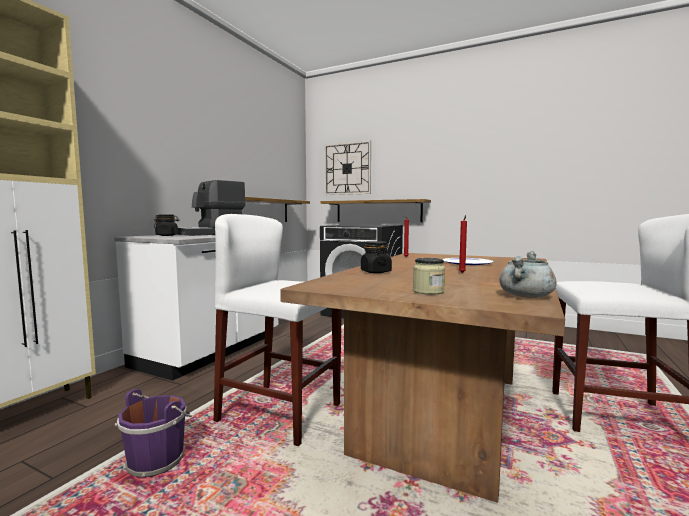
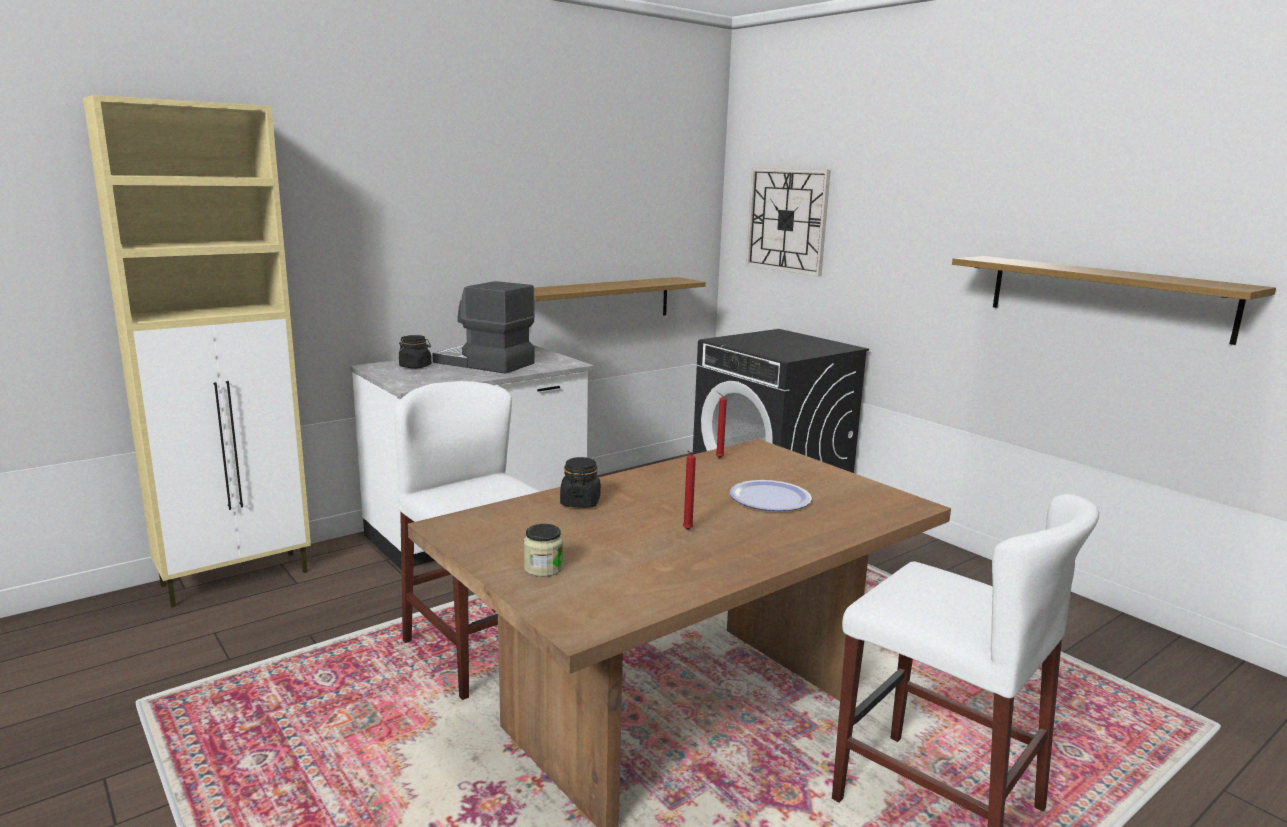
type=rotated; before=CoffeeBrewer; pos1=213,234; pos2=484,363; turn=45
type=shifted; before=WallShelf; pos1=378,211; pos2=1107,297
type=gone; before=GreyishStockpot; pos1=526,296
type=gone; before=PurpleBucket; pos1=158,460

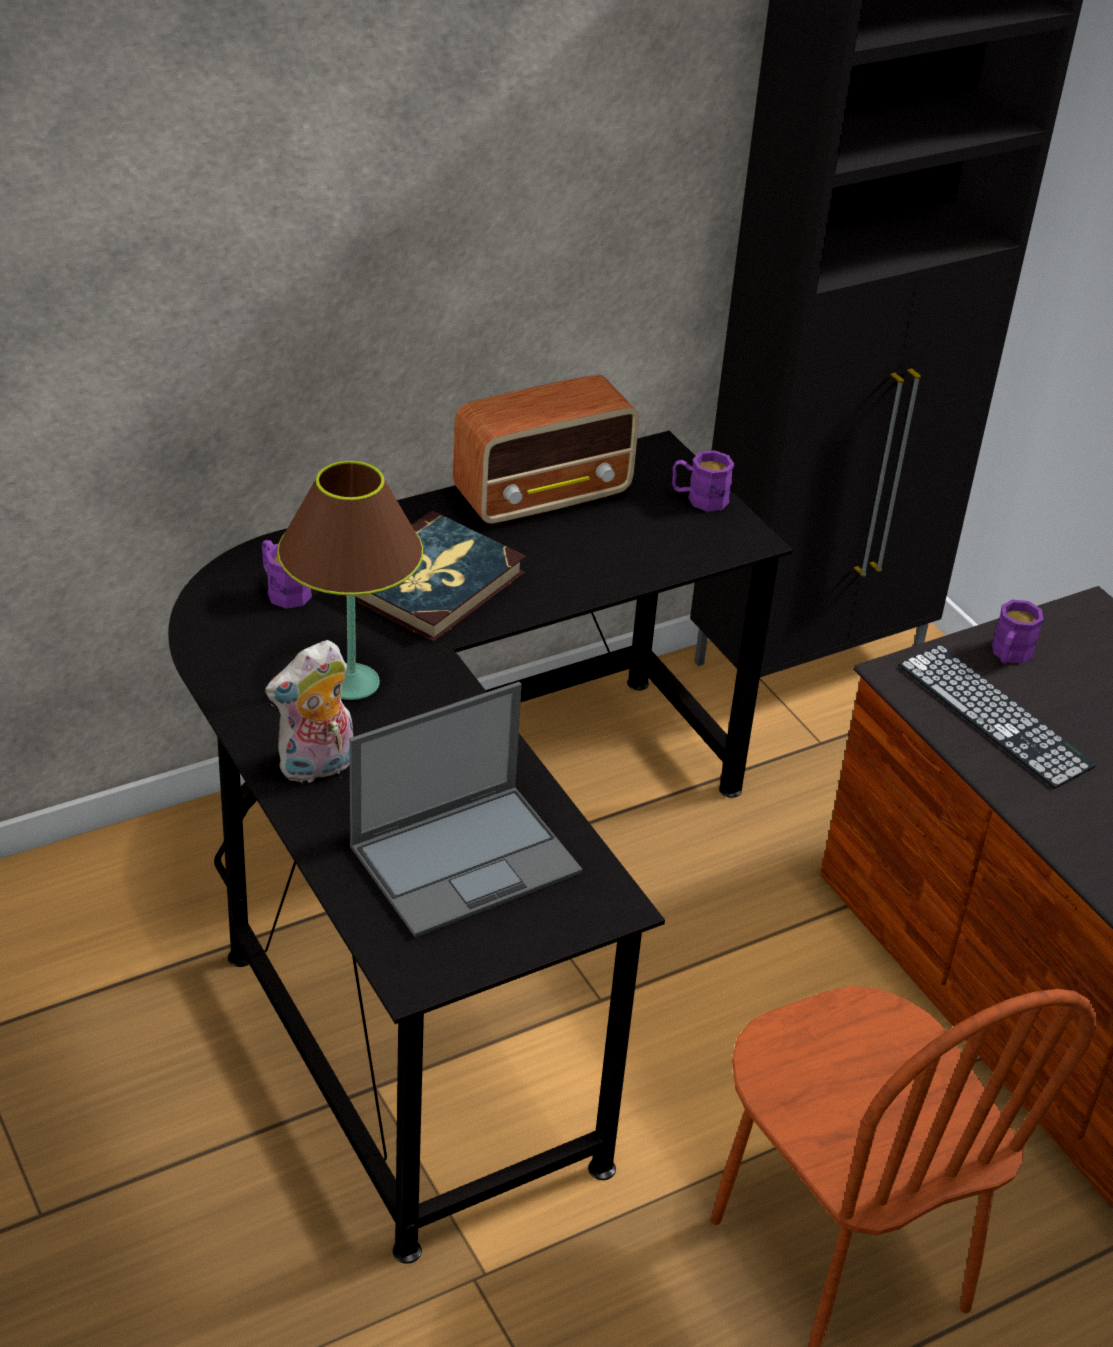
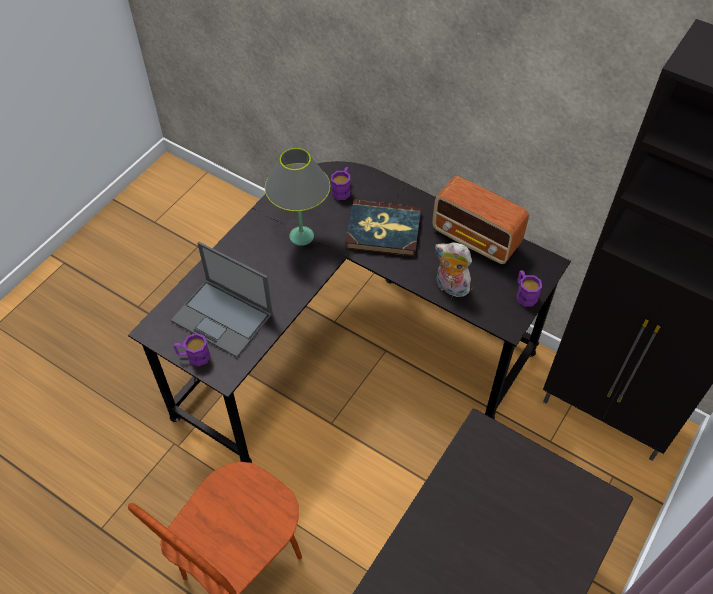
type=repainted; before=BrownishTableLamp; after=GreyishTableLamp; pos1=352,683; pos2=301,236
type=shifted; before=PurpleTeaMug; pos1=1009,655; pos2=193,356
type=shifted; before=SoftToy; pos1=316,767; pos2=450,287
type=gone; before=PcKeyboard; pos1=994,715

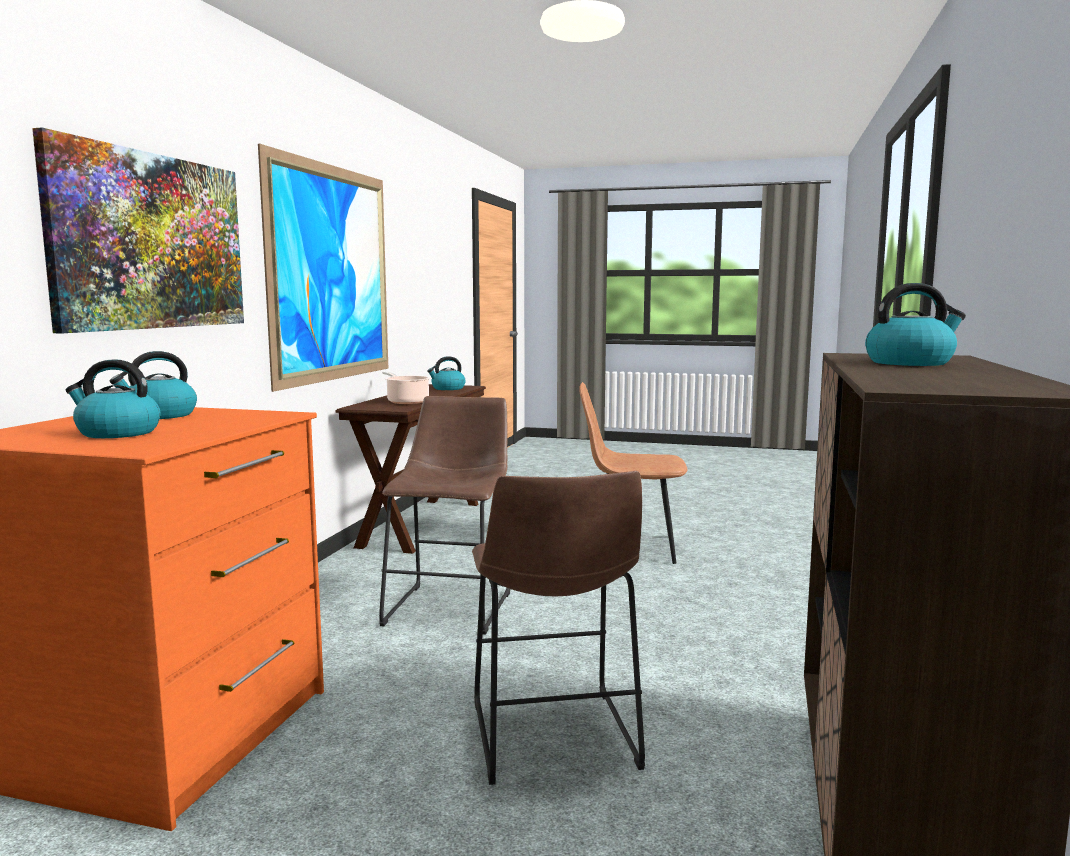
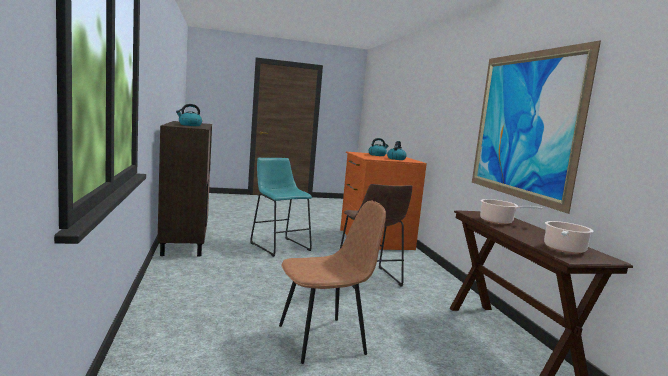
type=gone; before=Picture; pos1=151,242
type=swapped; before=Kettle; after=Stockpot; pos1=447,388; pos2=564,249
type=repainted; before=BrownishSittingStool; after=TurquoiseSittingStool; pos1=553,740; pos2=278,246

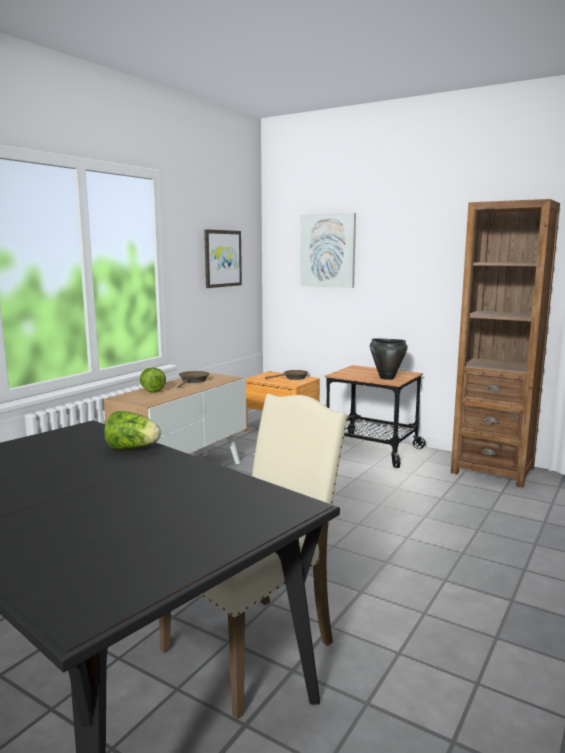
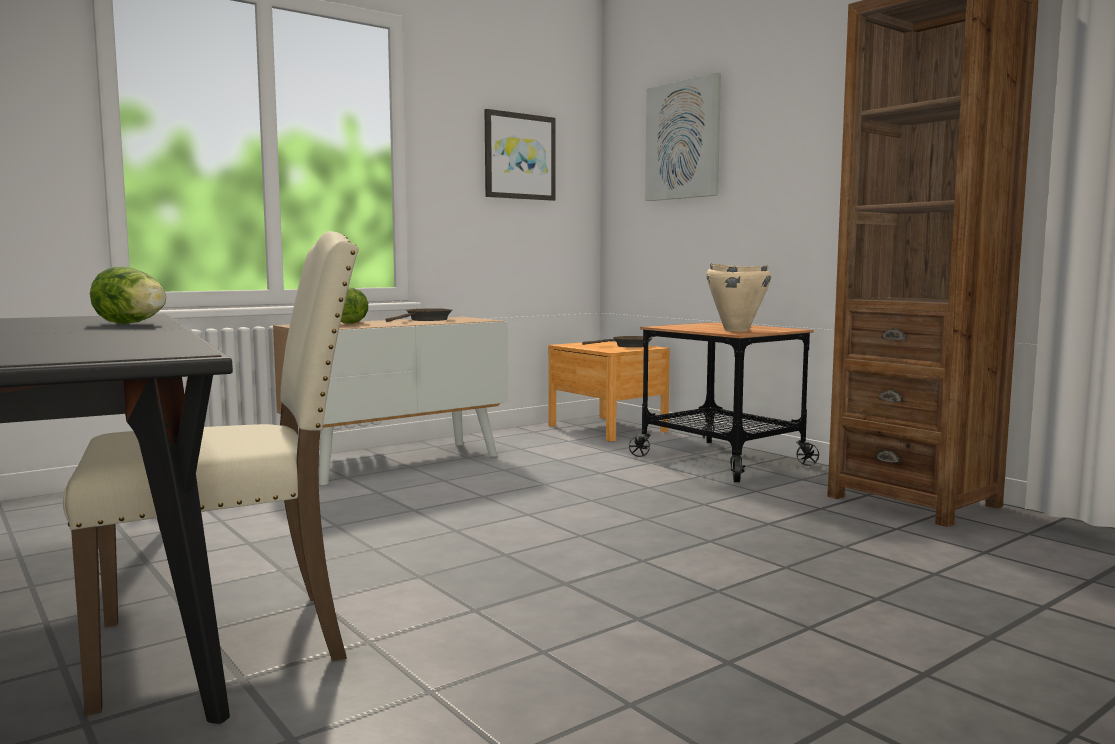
type=repainted; before=BlackStockpot; after=BeigeColouredStockpot; pos1=386,378; pos2=736,330

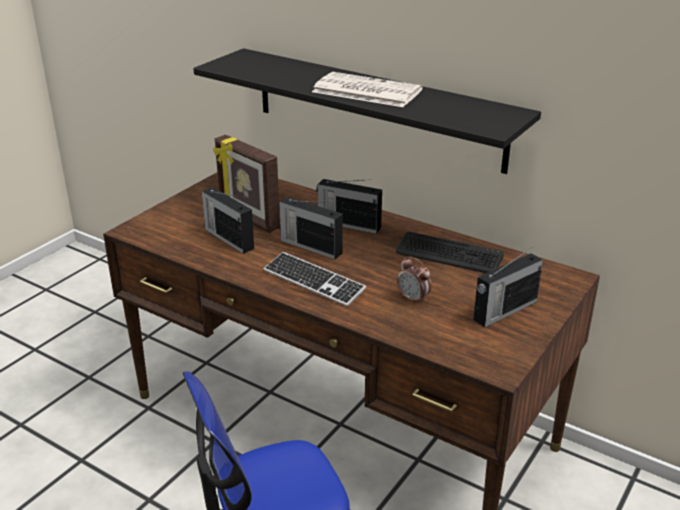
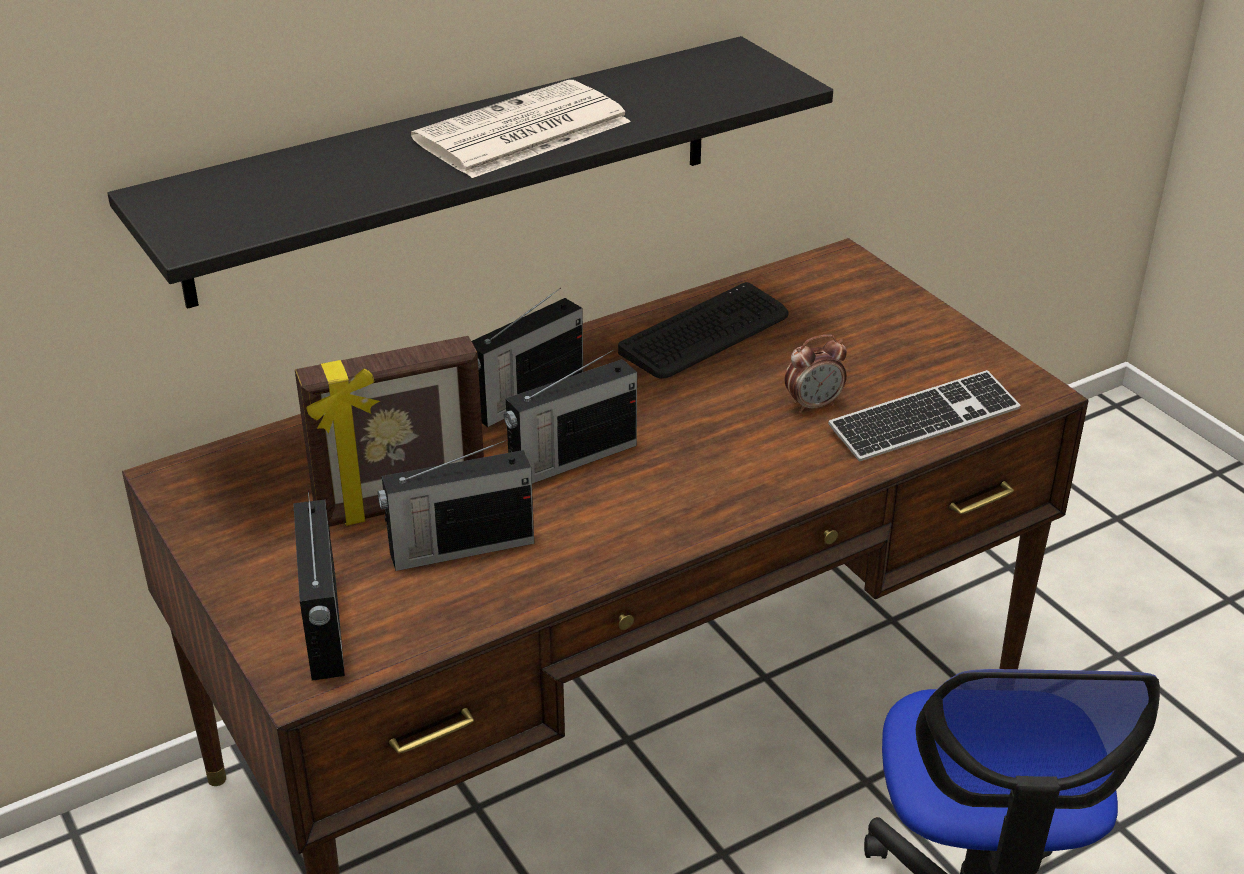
type=shifted; before=RadioSet; pos1=504,311; pos2=323,628
type=shifted; before=PcKeyboard; pos1=313,281; pos2=924,420

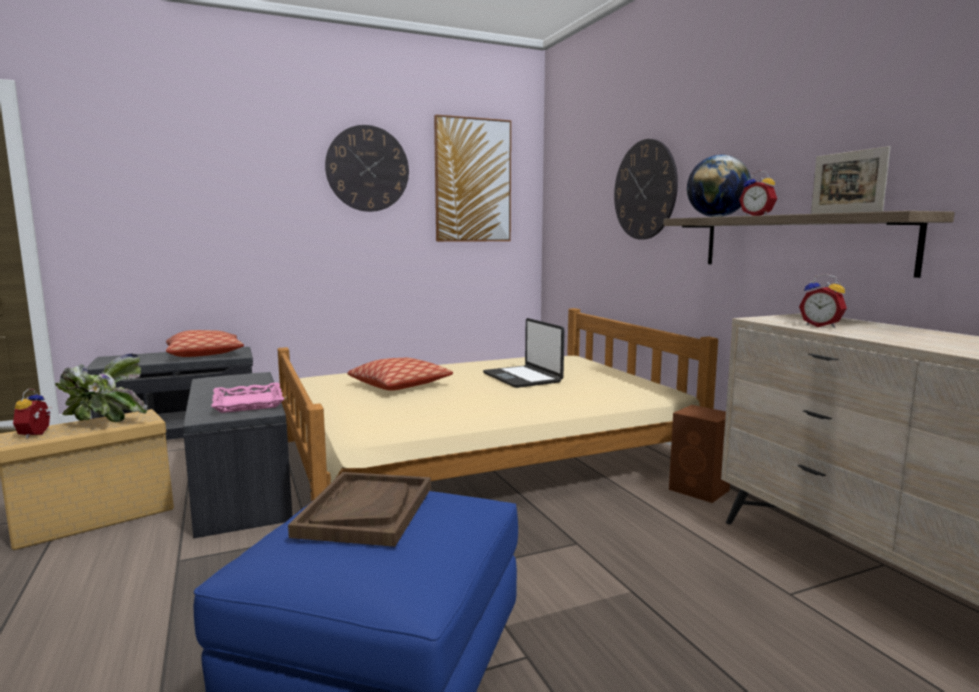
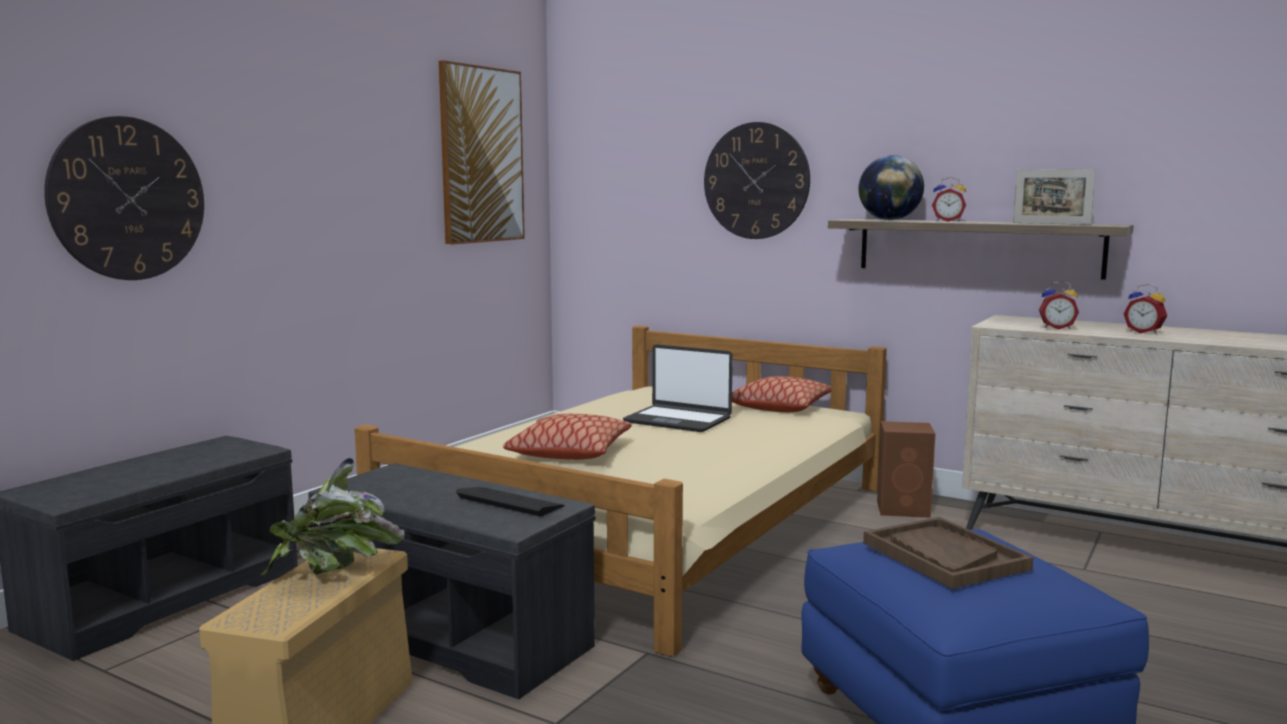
type=shifted; before=ClockOnTheWall; pos1=367,169; pos2=128,199
type=shifted; before=Pillow; pos1=205,354; pos2=779,407
type=swapped; before=PinkishCarryingTray; after=PcKeyboard; pos1=247,403; pos2=510,502
type=shifted; before=AlarmClock; pos1=37,434; pos2=1144,332

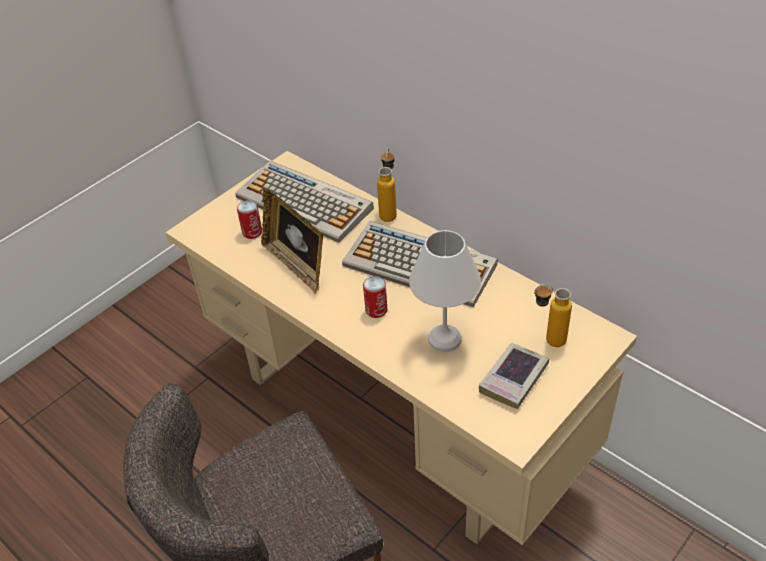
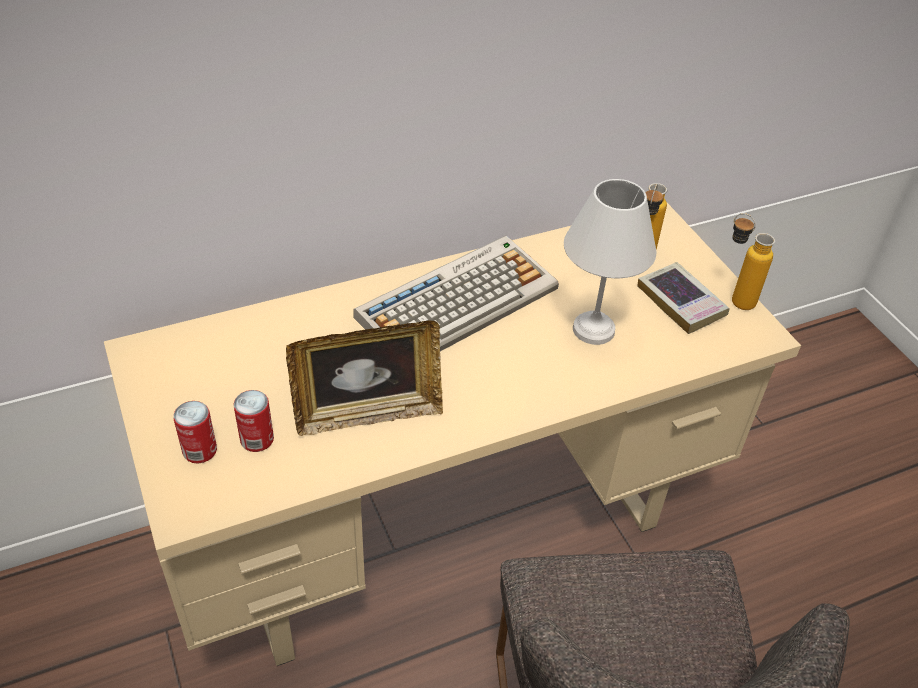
type=shifted; before=BeverageBottle; pos1=389,212; pos2=733,298
type=gone; before=PcKeyboard; pos1=305,203
type=shifted; before=Can; pos1=376,310; pos2=199,450

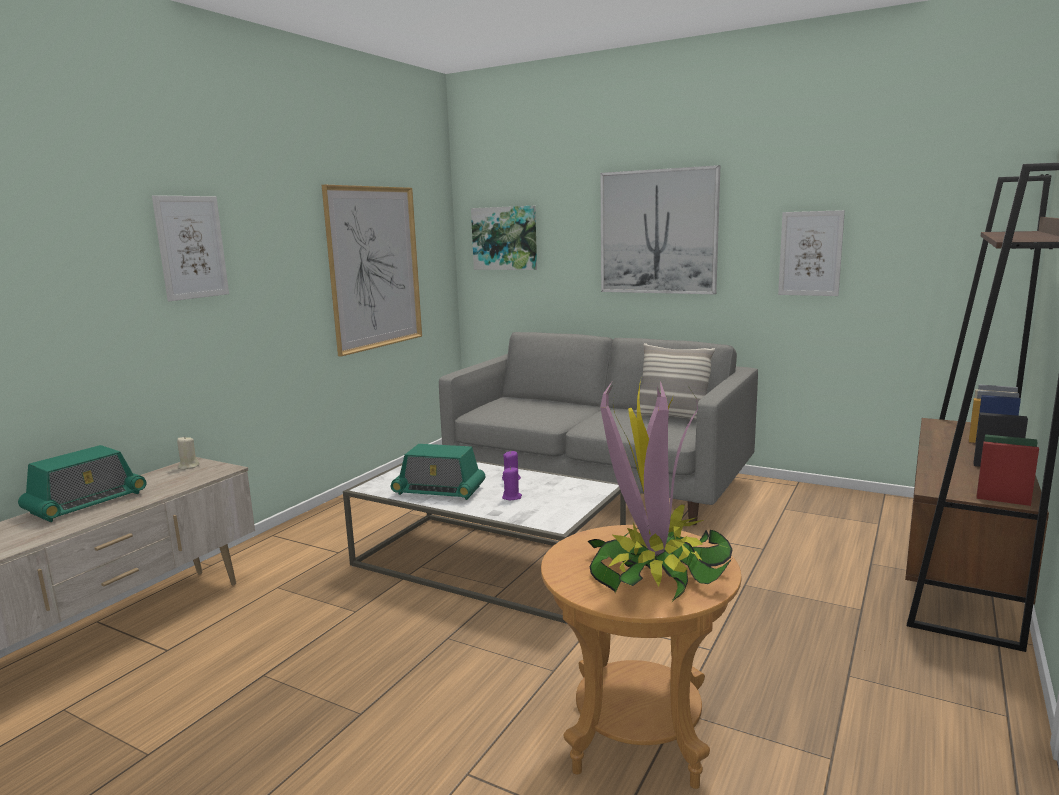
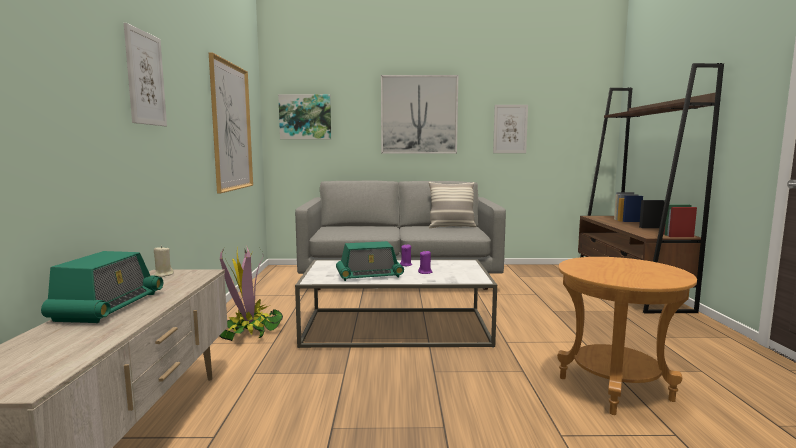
type=shifted; before=Houseplant; pos1=655,571; pos2=249,331

